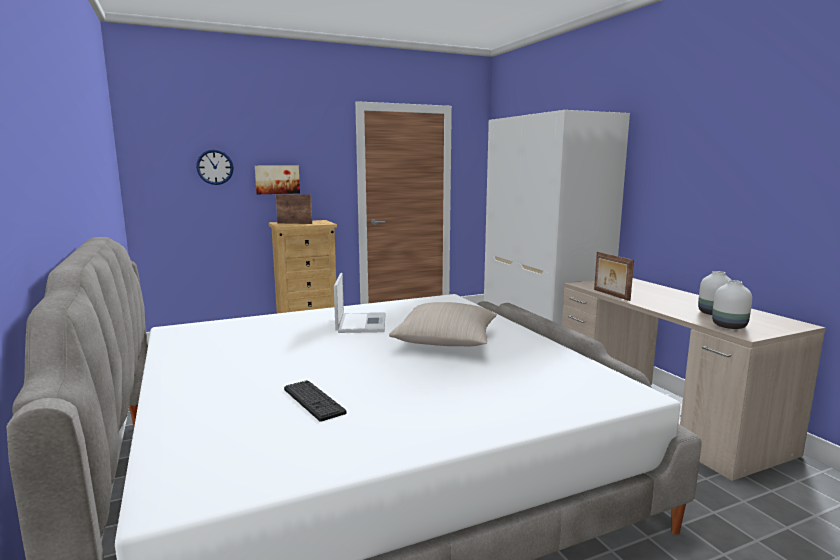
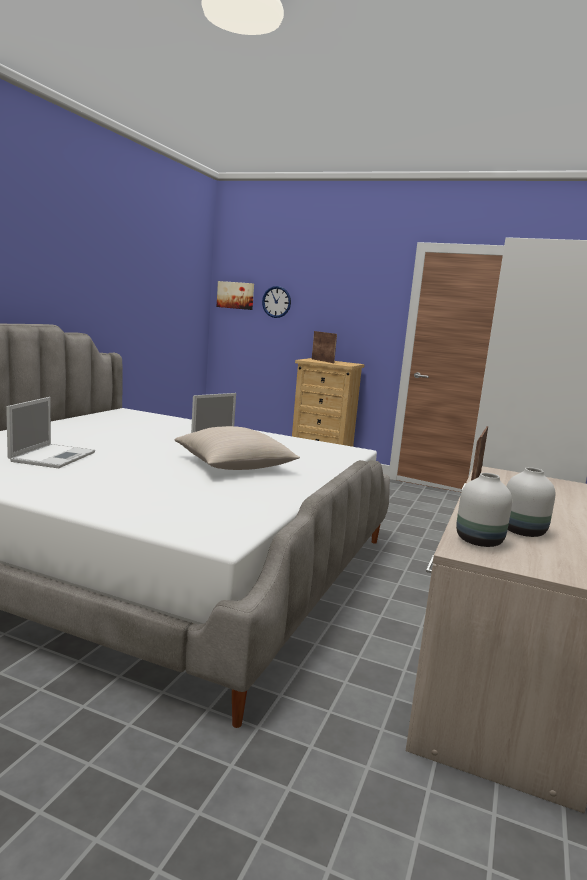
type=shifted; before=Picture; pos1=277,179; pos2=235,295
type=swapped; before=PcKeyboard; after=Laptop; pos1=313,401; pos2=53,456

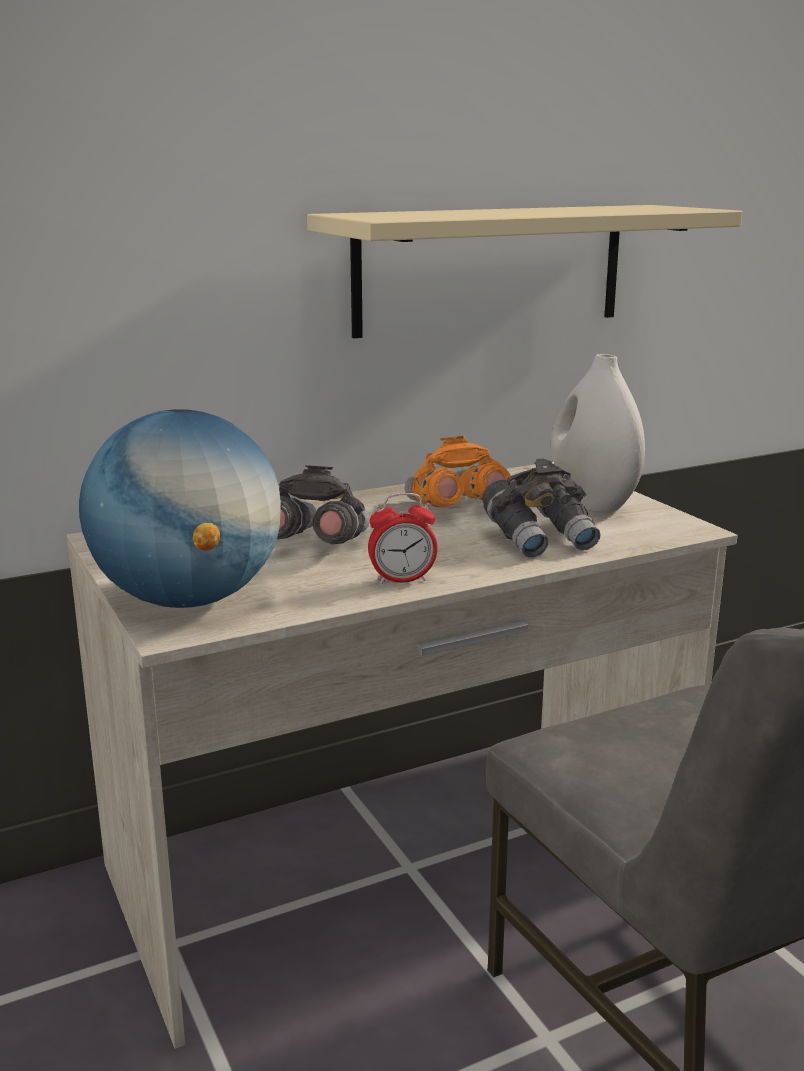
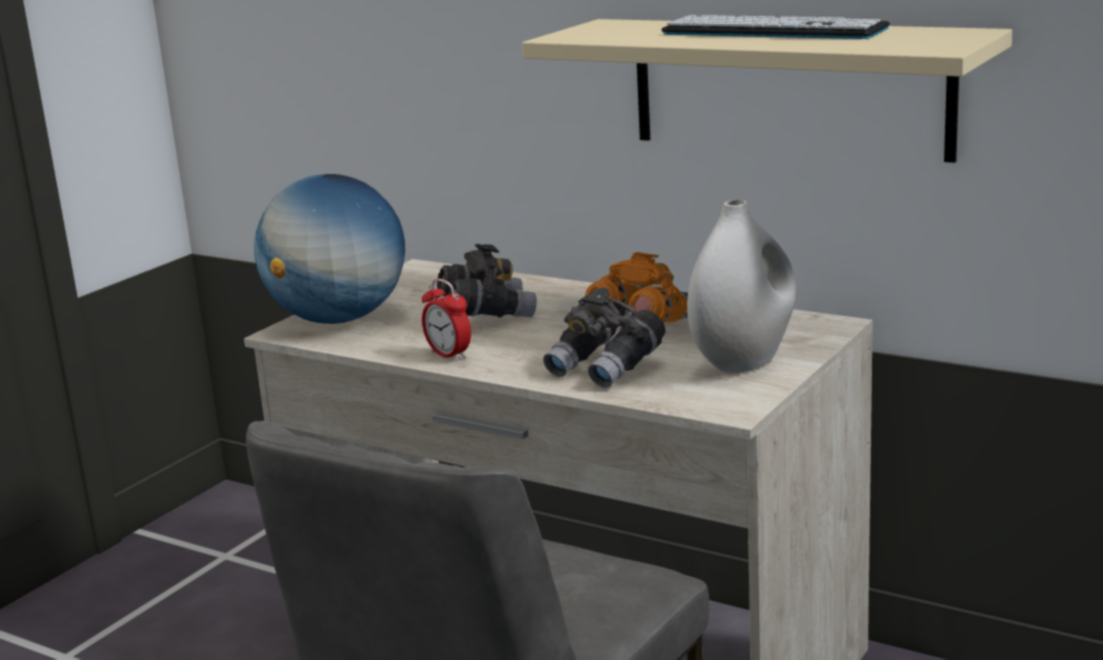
type=new; after=PcKeyboard; pos2=773,31

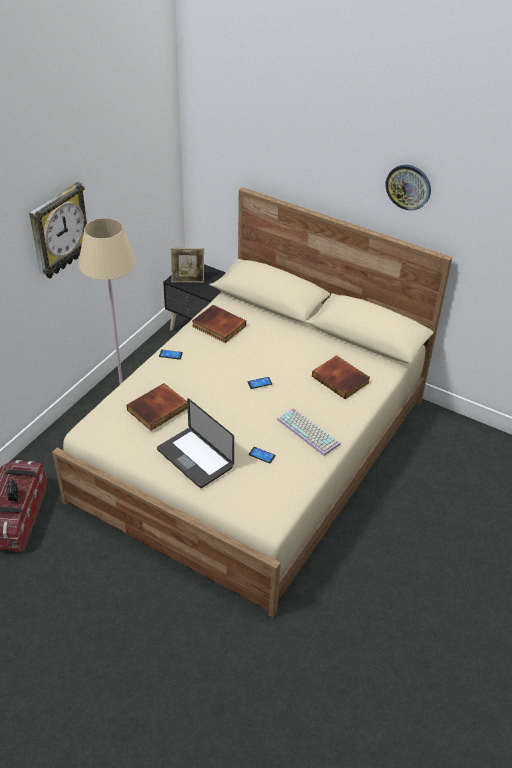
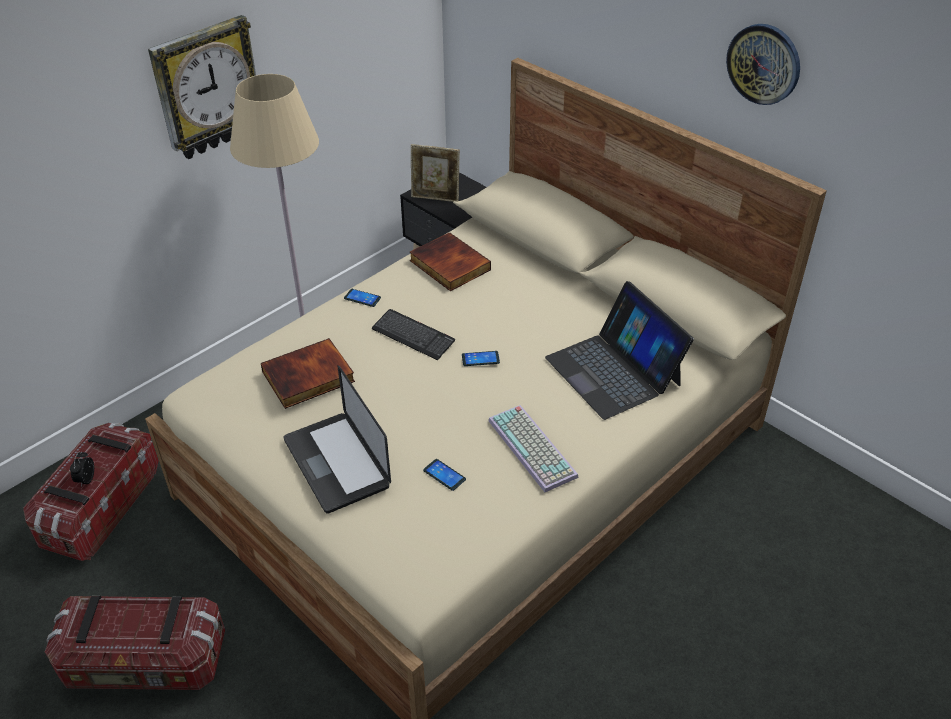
type=swapped; before=BoundBook; after=Laptop; pos1=341,379; pos2=614,371
type=new; after=PcKeyboard; pos2=413,336
type=new; after=StorageBox; pos2=145,663

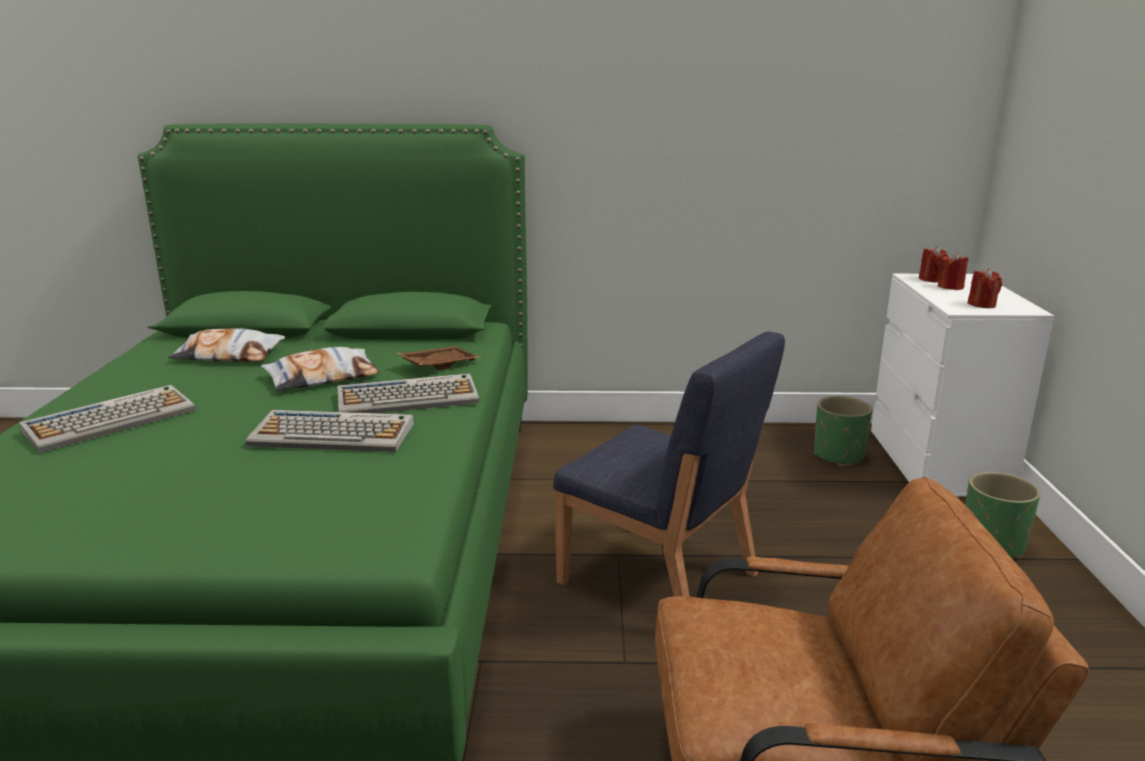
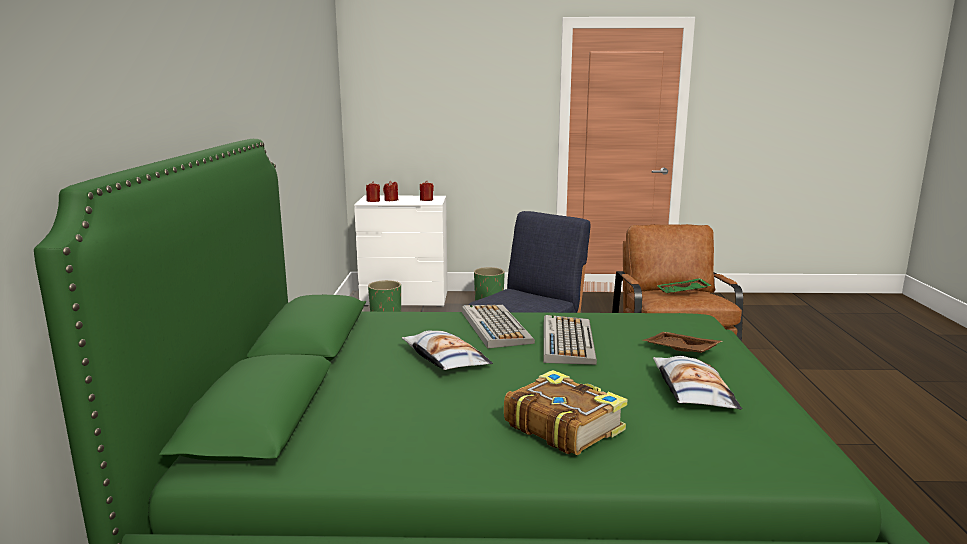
type=shifted; before=Pillow; pos1=229,355; pos2=692,391
type=shifted; before=BrownishCarryingTray; pos1=439,365; pos2=680,351
type=swapped; before=PcKeyboard; after=BoundBook; pos1=112,420; pos2=563,426
type=new; after=GreenColouredCarryingTray; pos2=683,292

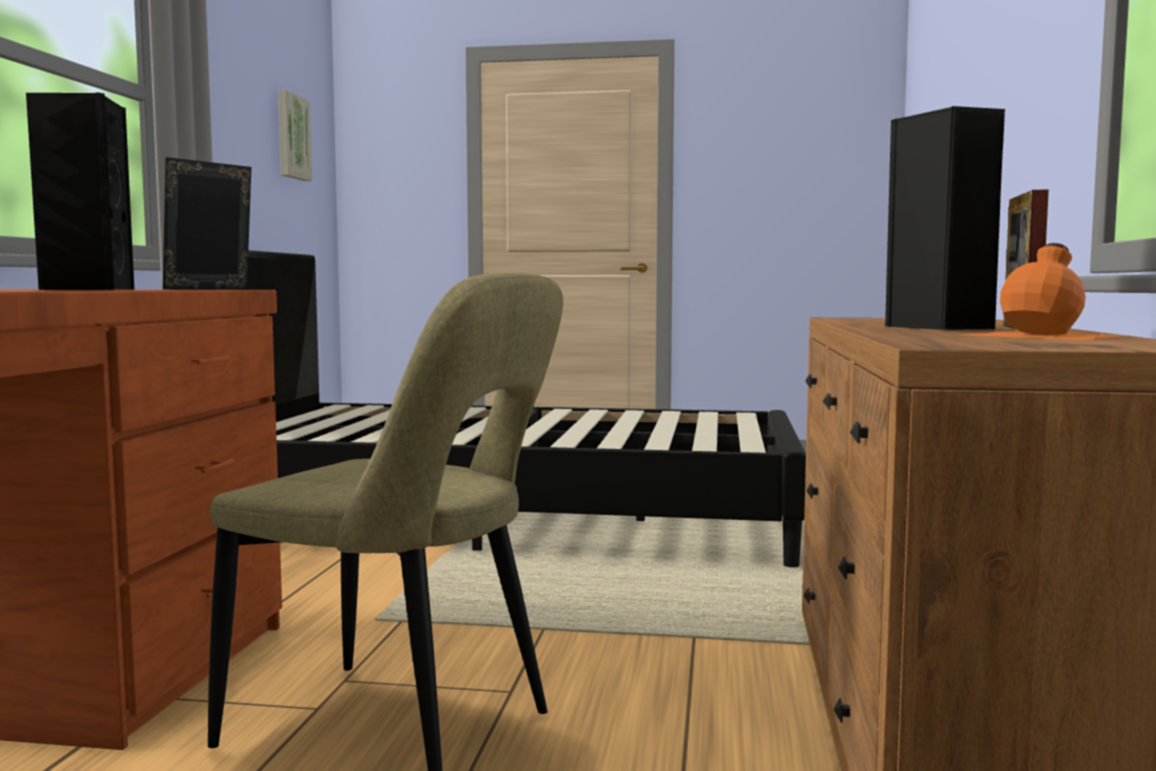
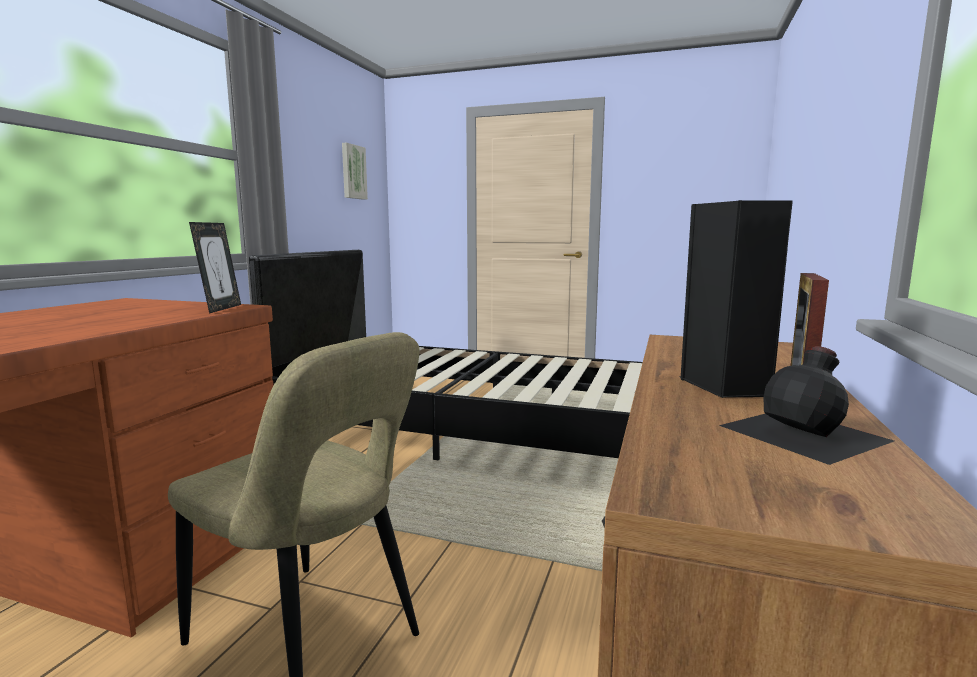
type=gone; before=BlackSpeaker; pos1=87,289
type=rotated; before=PictureFrame; pos1=210,289; pos2=221,308; turn=135
type=repainted; before=OrangeColouredBeverageBottle; after=BlackBeverageBottle; pos1=1045,335; pos2=807,433

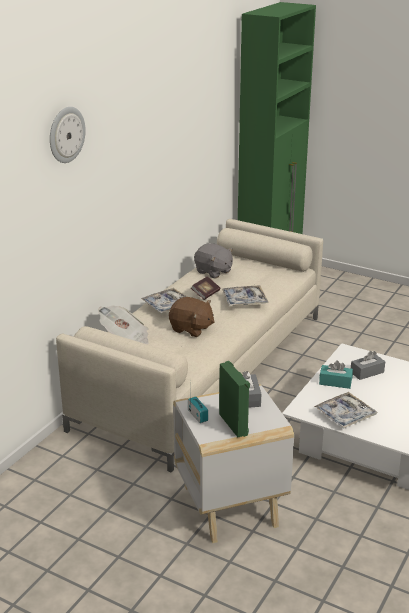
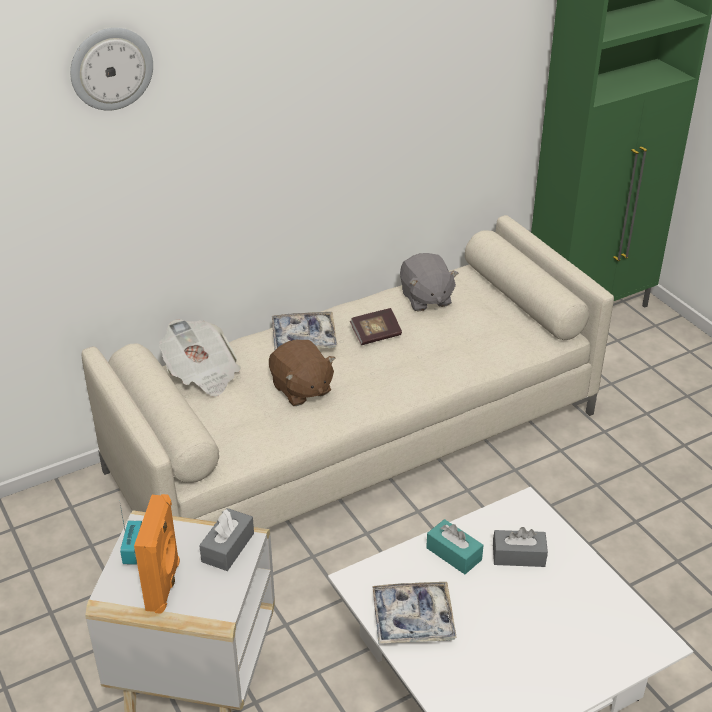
type=gone; before=CarryingTray; pos1=244,300
type=repainted; before=GreenColouredSpeaker; after=OrangeColouredSpeaker; pos1=234,424; pos2=164,586

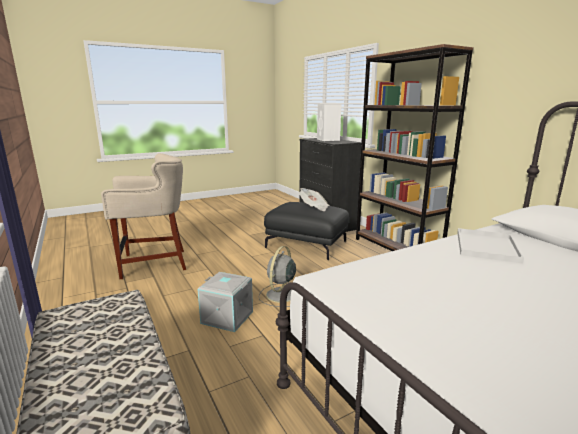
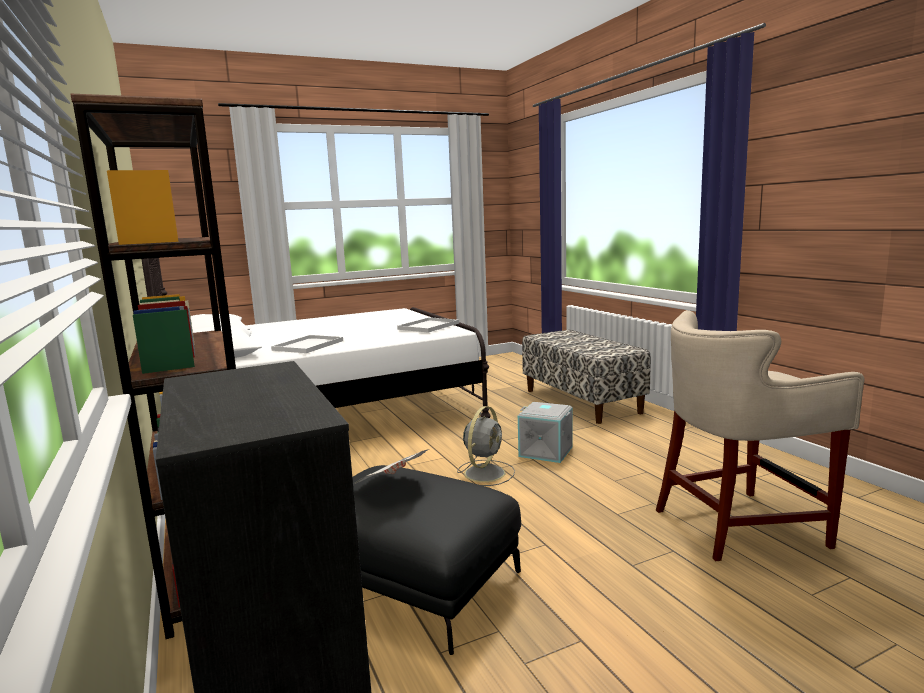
type=gone; before=WhiteSpeaker; pos1=328,140
type=new; after=WhiteCarryingTray; pos2=428,326

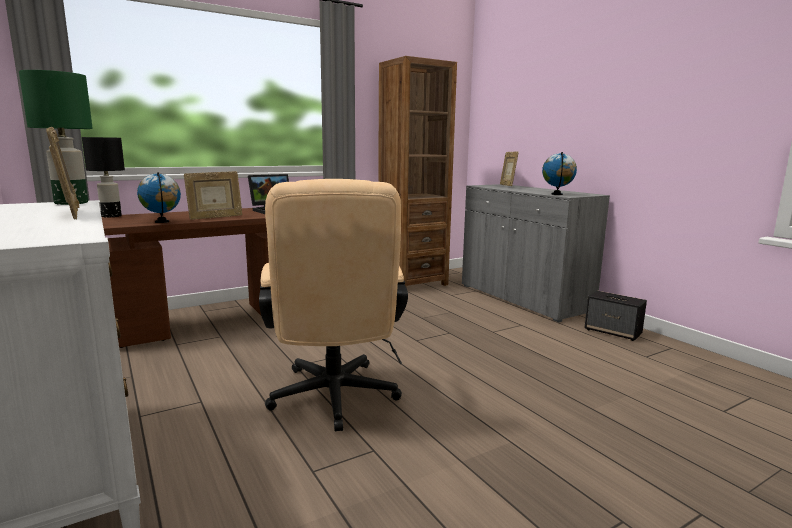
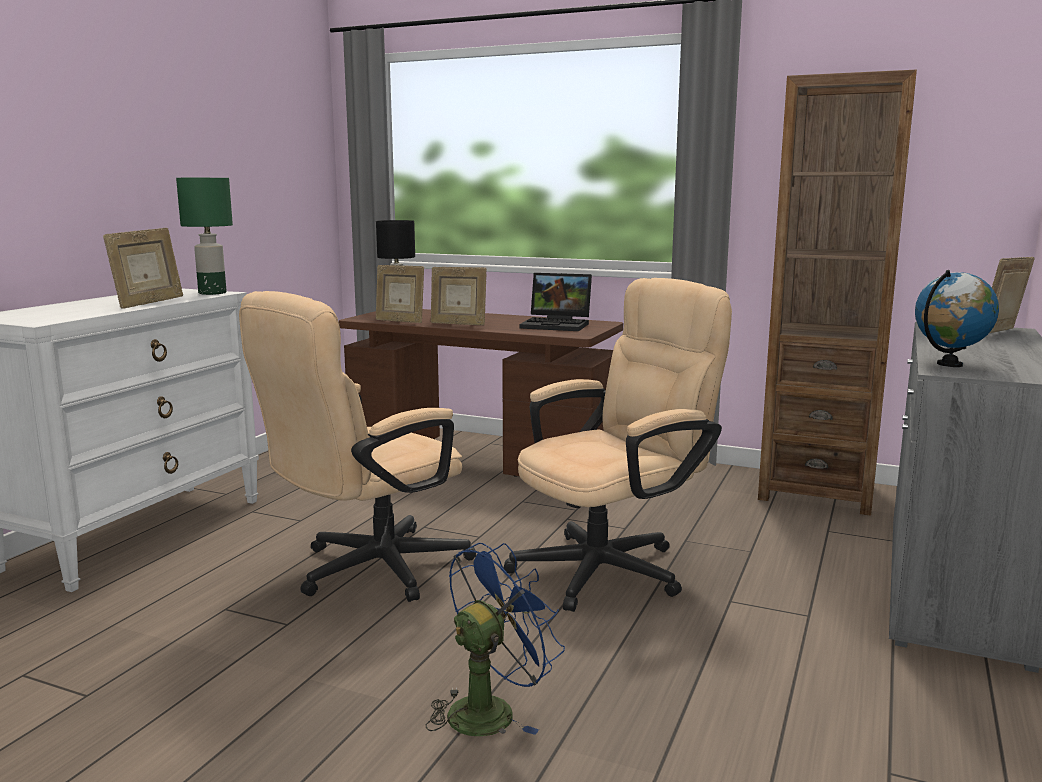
type=swapped; before=Globe; after=PictureFrame; pos1=162,222; pos2=400,321
type=gone; before=Speaker; pos1=613,332
type=new; after=BeigeColouredComputerChair; pos2=613,566
type=new; after=BlueCoolingFan; pos2=491,709

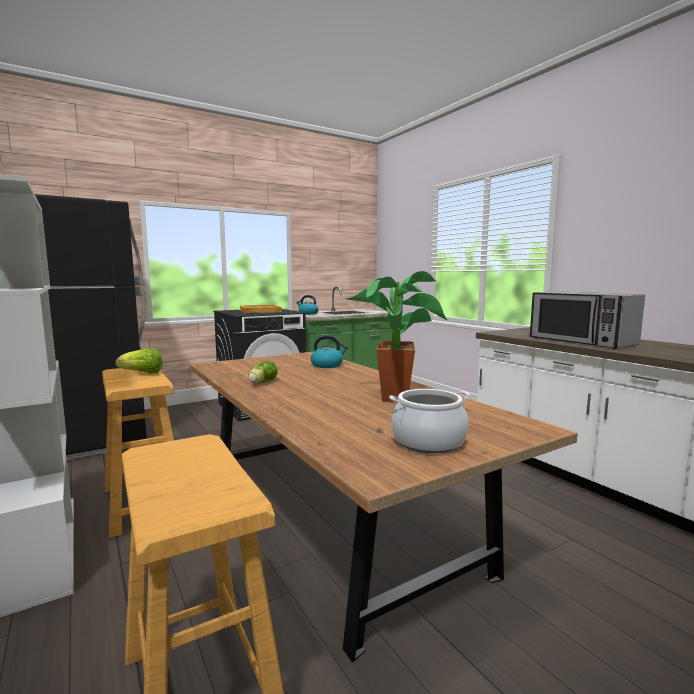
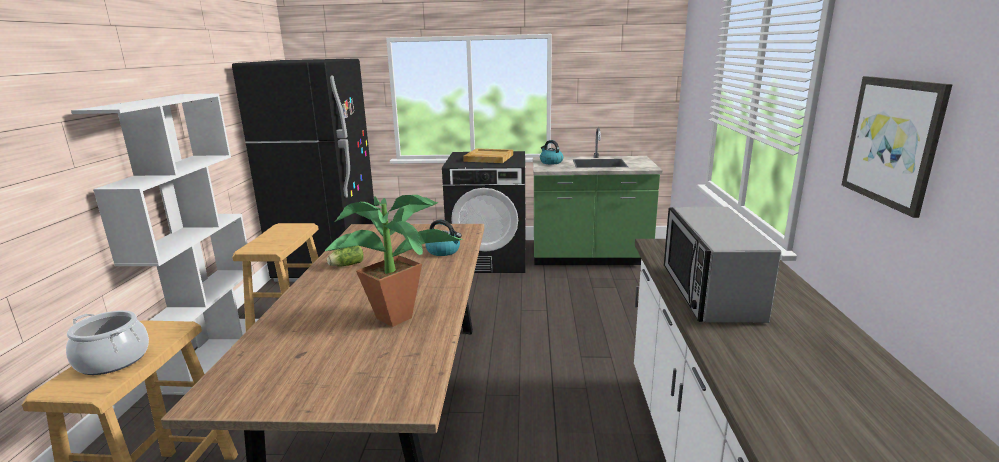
type=gone; before=HeadOfLettuce; pos1=142,373
type=shifted; before=Stockpot; pos1=428,442; pos2=113,360
type=new; after=Picture; pos2=893,142

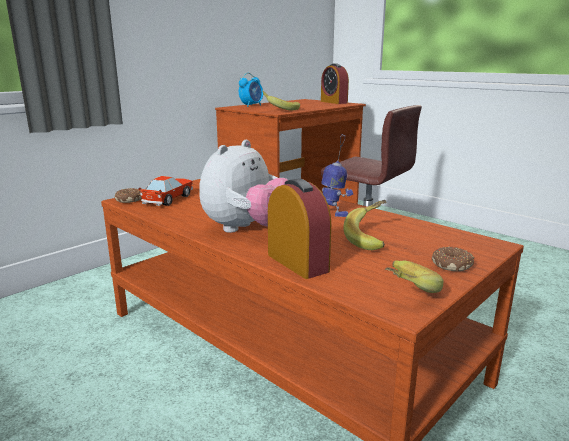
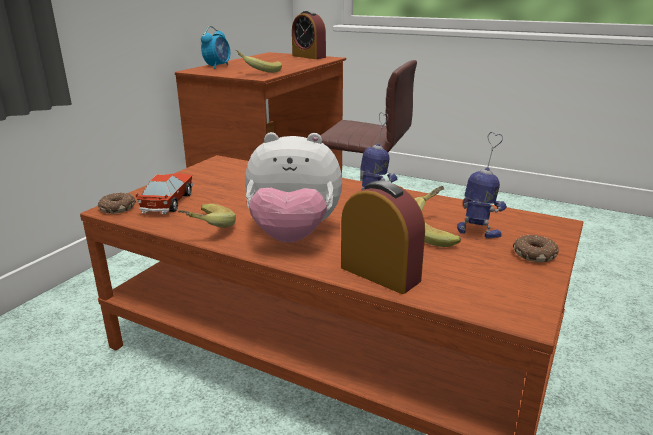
type=rotated; before=SoftToy; pos1=246,229; pos2=293,236; turn=75
type=shifted; before=BananaFruit; pos1=402,291; pos2=204,229
type=new; after=ModelRobot; pos2=478,232

